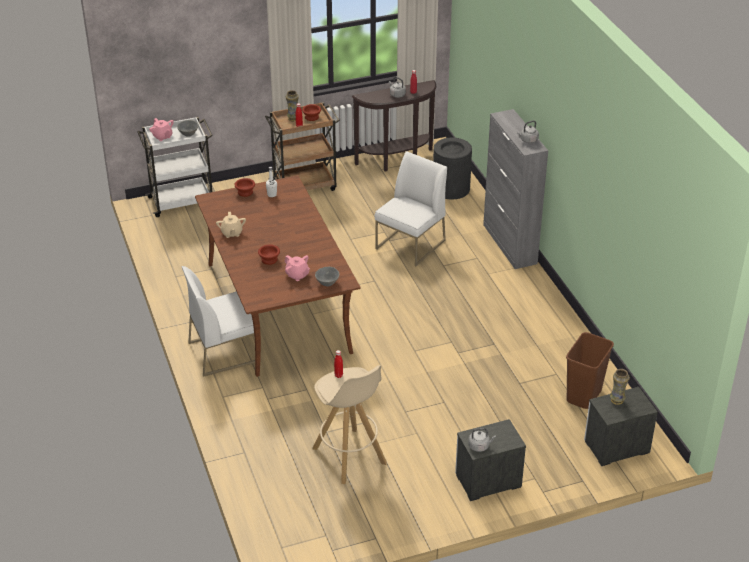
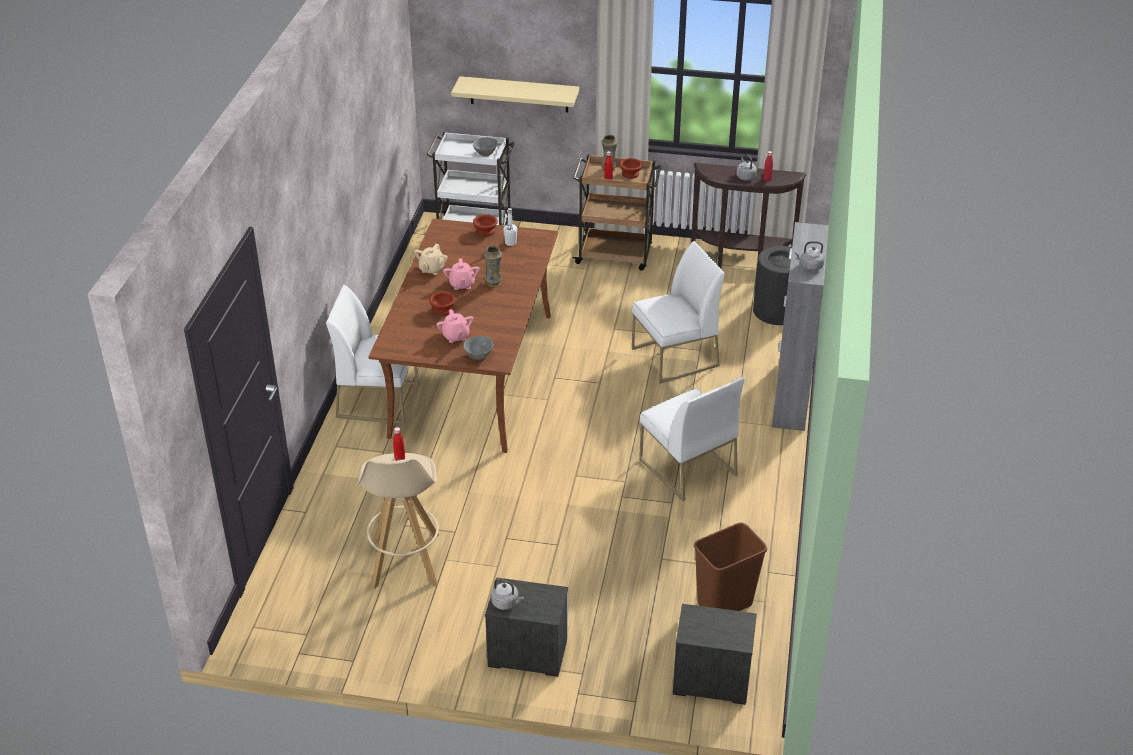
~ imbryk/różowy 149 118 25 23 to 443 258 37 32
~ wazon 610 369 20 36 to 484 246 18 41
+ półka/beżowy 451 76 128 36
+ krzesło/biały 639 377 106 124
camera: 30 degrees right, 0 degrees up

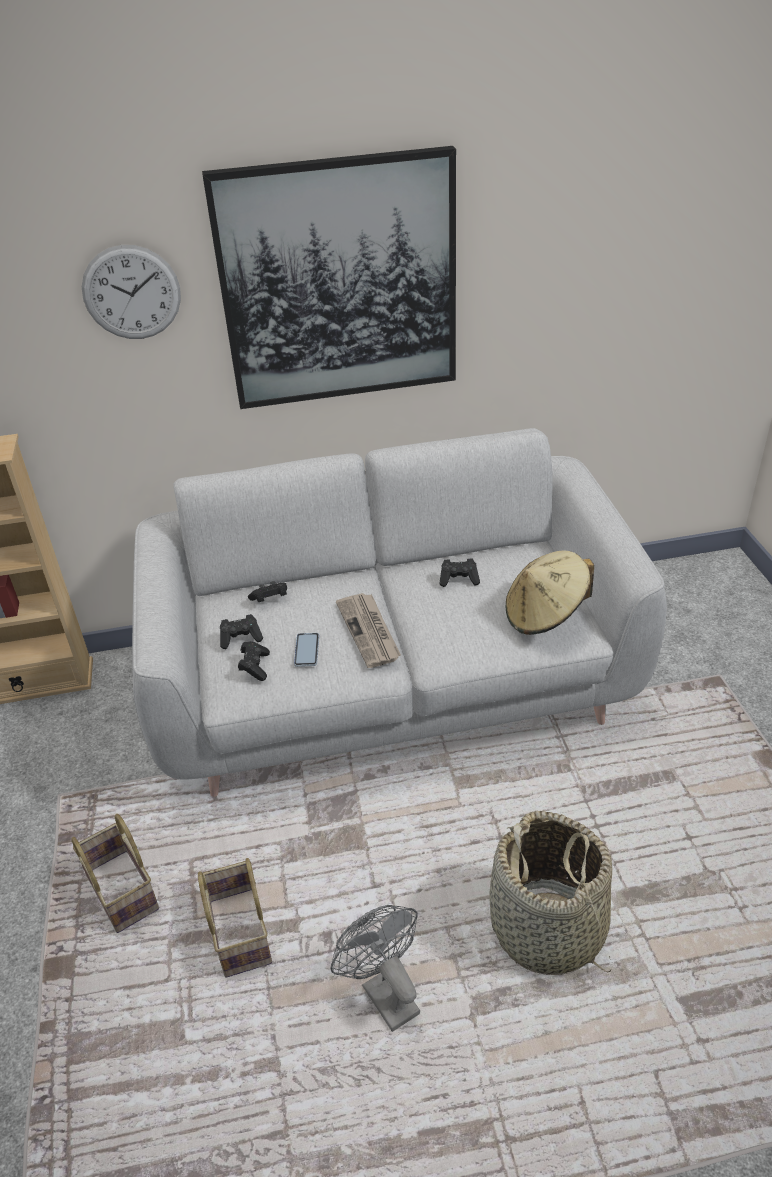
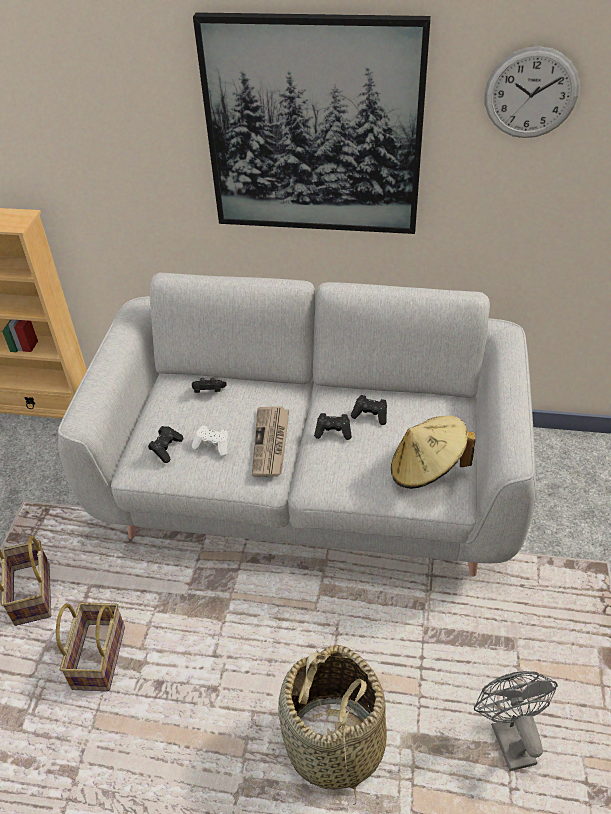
~ zegar ścienny 82 245 99 94 to 485 46 94 92
~ pad do gier/czarny 220 614 43 35 to 314 413 38 27
~ telefon 294 633 25 34 to pad do gier/biały 192 425 36 31
~ wentylator/szary 331 905 89 127 to 474 671 84 100
camera: 20 degrees right, 5 degrees up

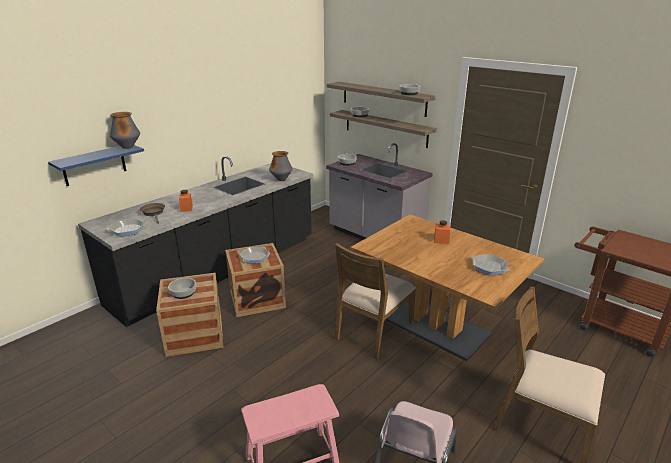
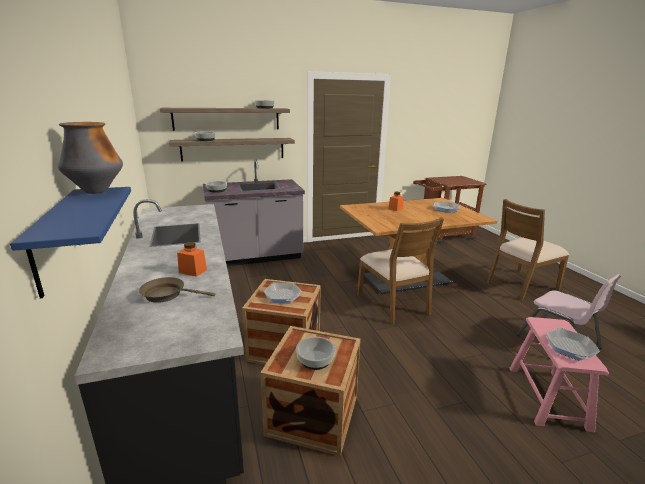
~ patelnia 107 219 40 18 to 546 327 54 34
- wazon 269 151 24 30
camera: 60 degrees left, 5 degrees down

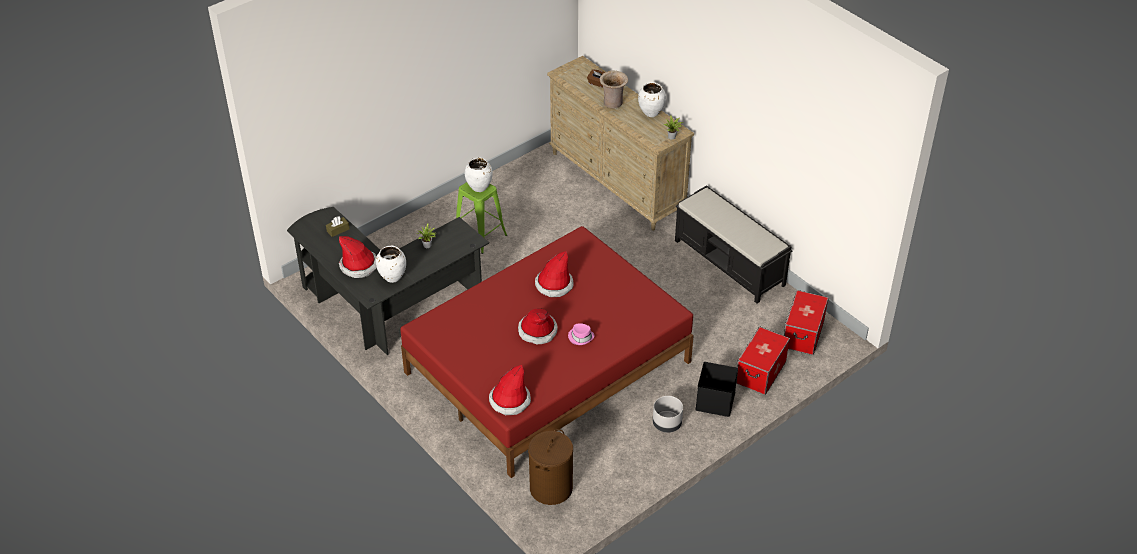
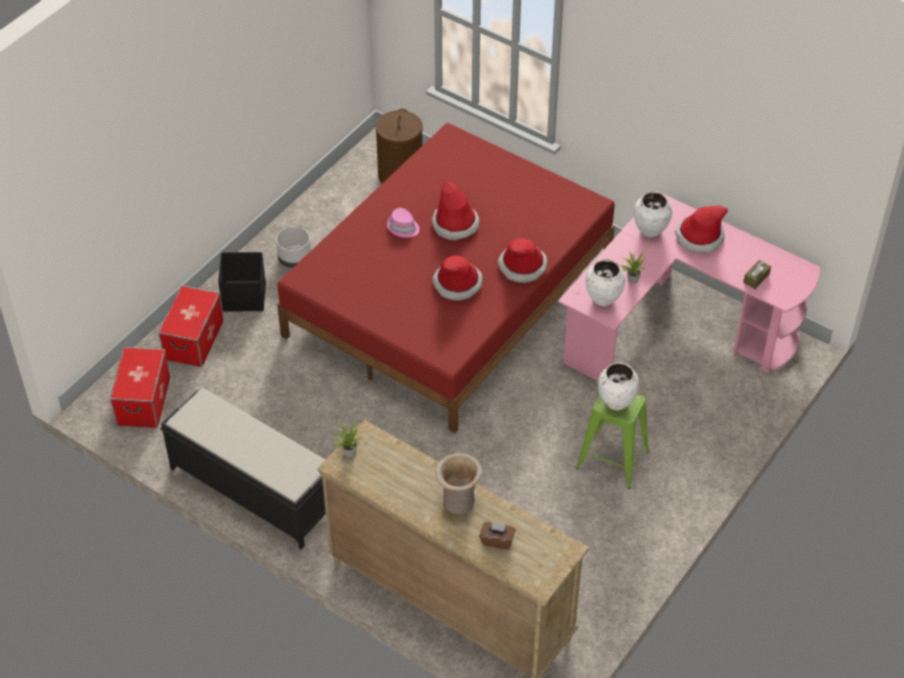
~ biurko/czarny 287 207 202 148 to biurko/różowy 558 191 262 190
~ kapelusz 489 365 42 50 to 498 238 49 45
~ wazon/biały 638 82 28 35 to 586 259 39 47
camera: 165 degrees right, 5 degrees up

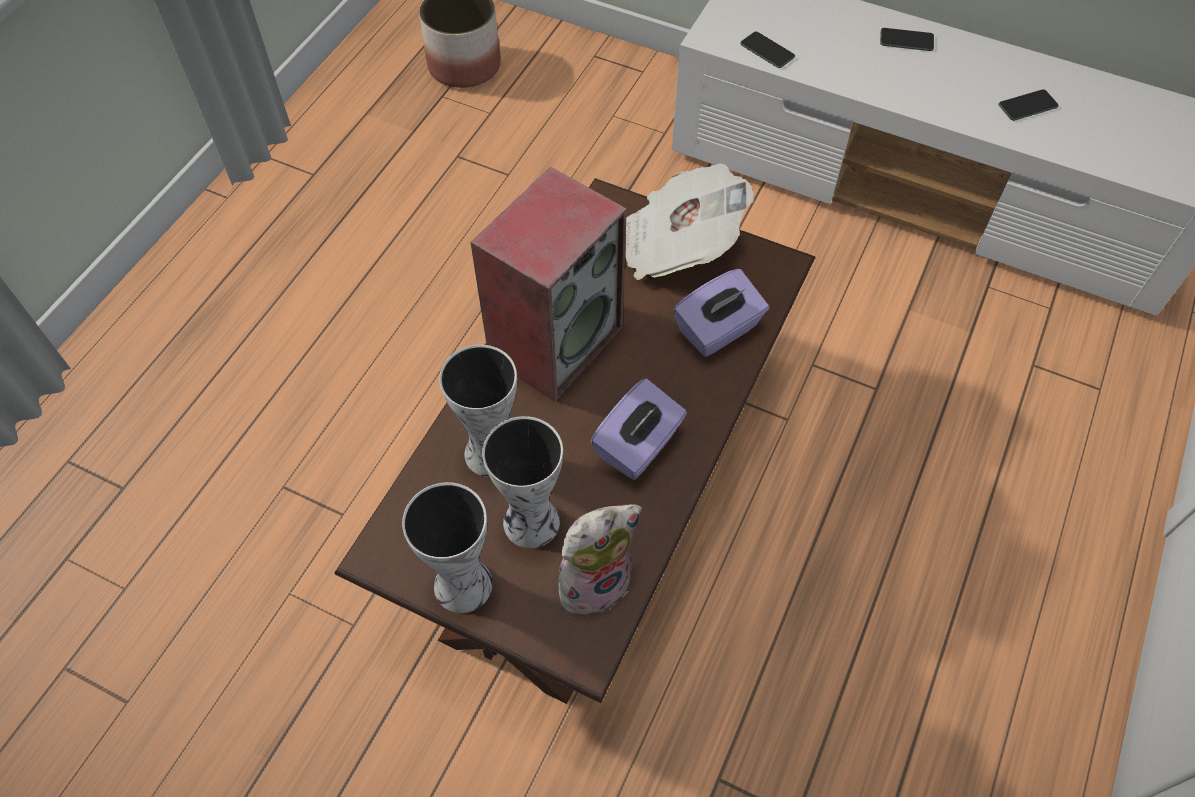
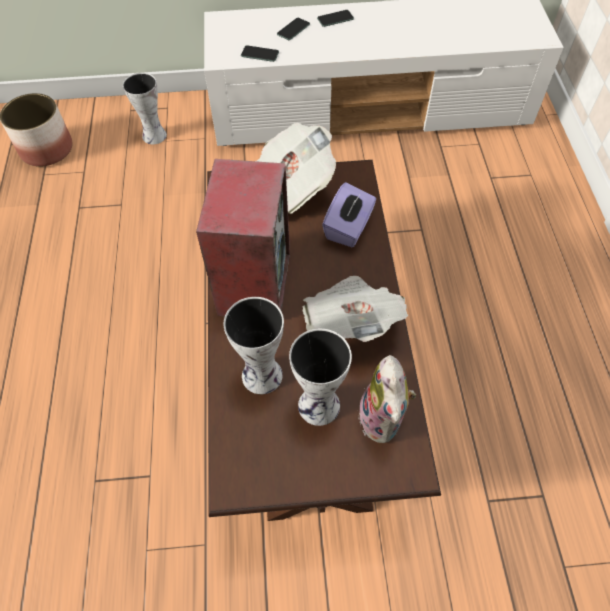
~ wazon 402 482 90 131 to 123 73 44 71
~ pluszak 558 504 84 110 = 358 355 58 88 150 degrees clockwise
~ pudełko chusteczek/fioletowy 590 378 97 102 to gazeta 303 276 105 66
~ telefon 999 89 60 32 to 277 18 33 22
camera: 30 degrees left, 0 degrees up

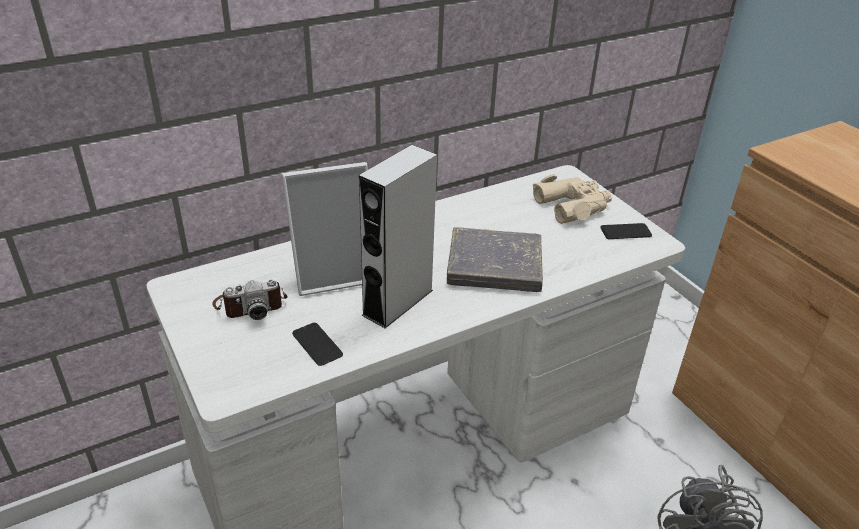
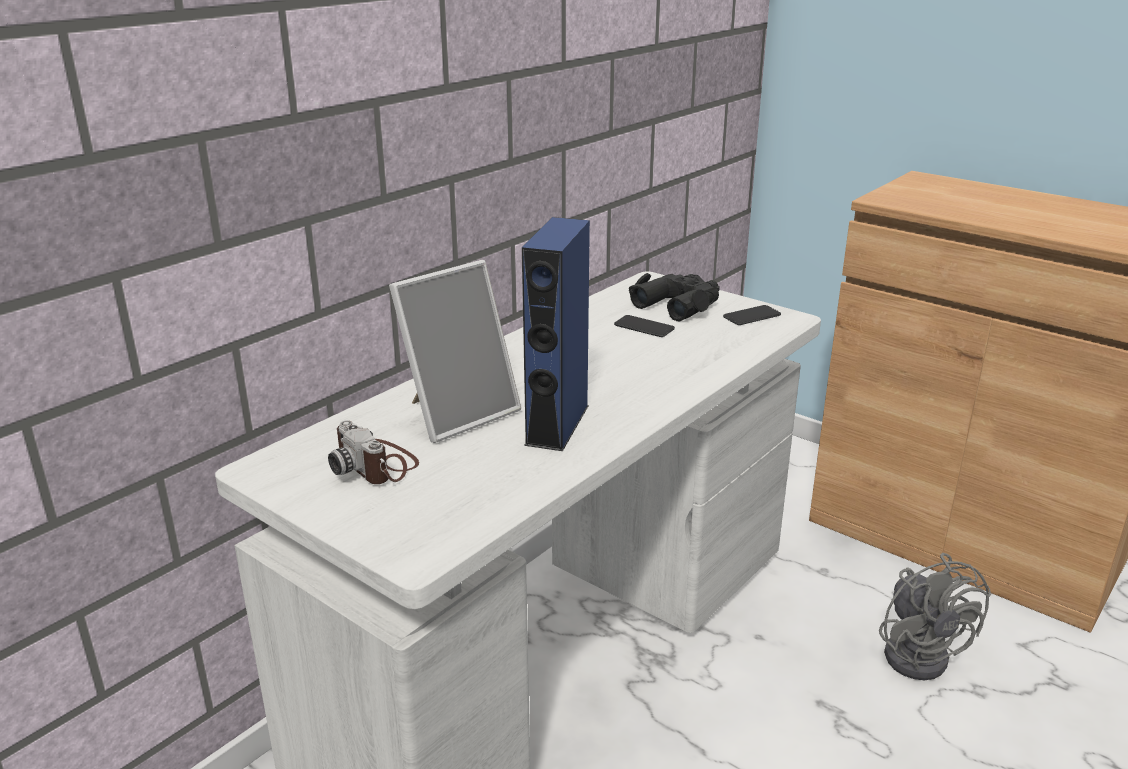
~ aparat fotograficzny 212 280 75 40 = 328 420 91 64 90 degrees clockwise
~ telefon 292 323 51 43 to 614 315 61 22
~ głośnik/szary 359 145 78 183 to głośnik/niebieski 522 217 68 234
- książka/szary 447 227 96 65
~ lornetka/beżowy 533 174 79 50 to lornetka/czarny 629 273 91 48
camera: 20 degrees left, 10 degrees down

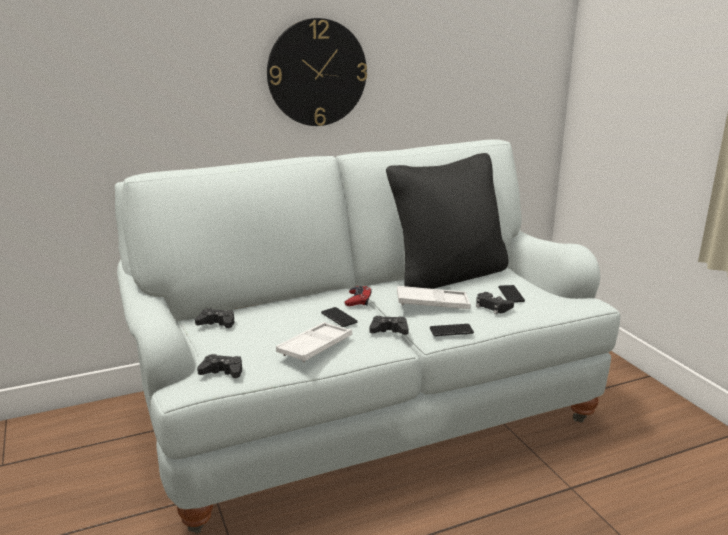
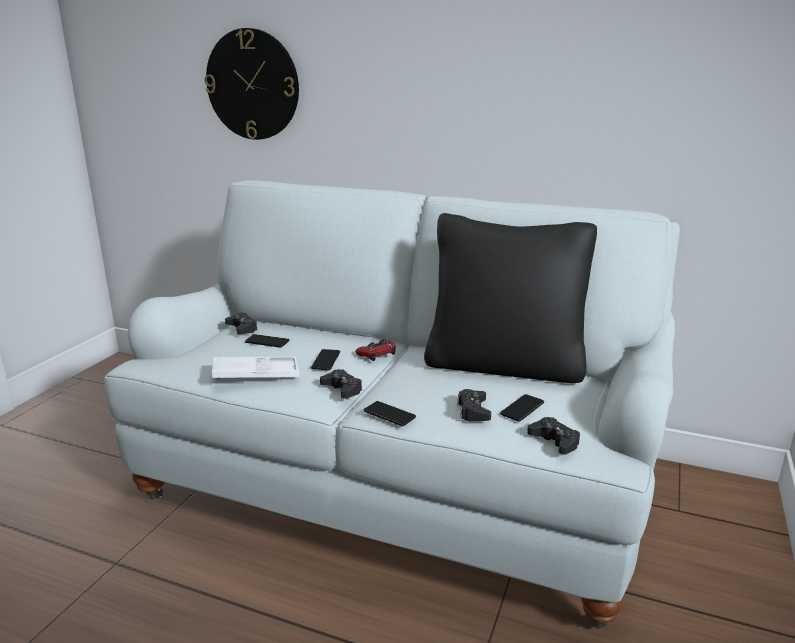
~ pad do gier/czarny 197 354 45 24 to 527 417 53 38
~ zegar ścienny 267 18 100 108 to 205 28 94 112
- taca/biały 397 286 74 23
+ telefon 245 334 44 14
camera: 45 degrees right, 0 degrees up

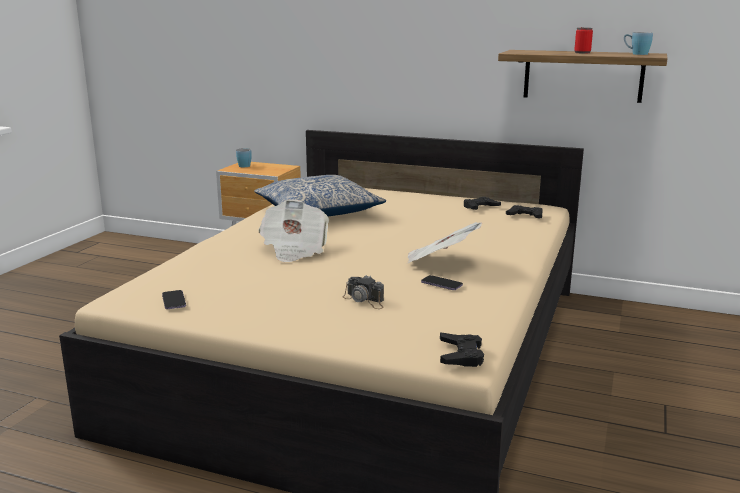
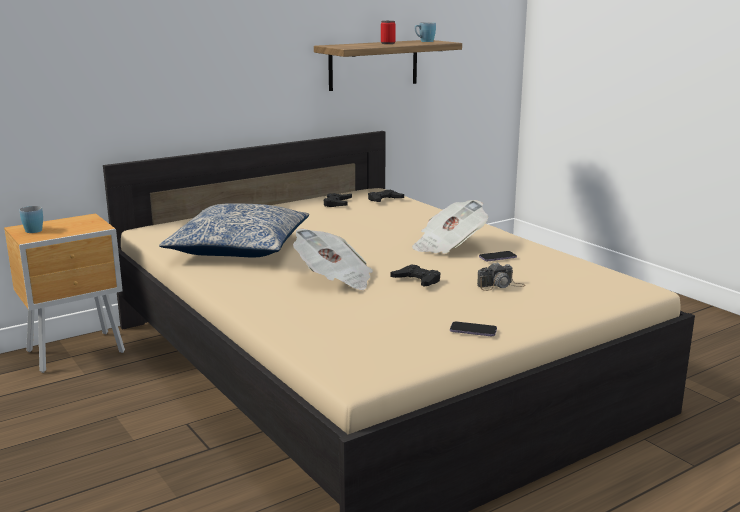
~ telefon 162 290 24 19 to 450 322 47 14
~ pad do gier/czarny 440 332 44 35 to 391 265 49 21
camera: 55 degrees left, 0 degrees up

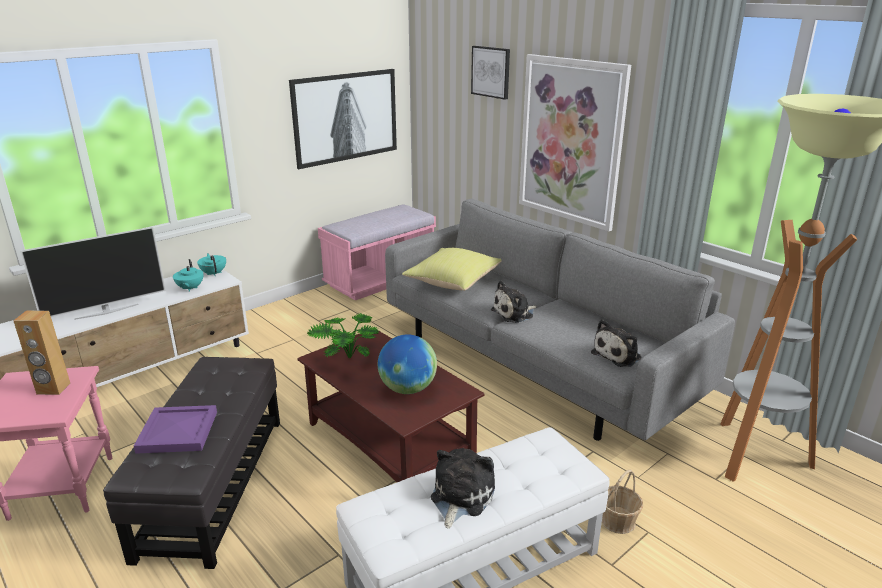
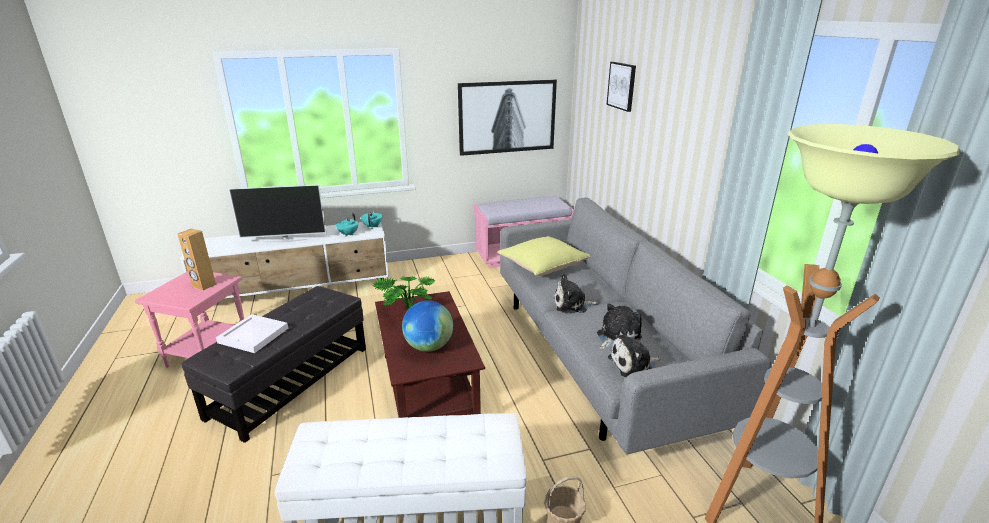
~ taca/fioletowy 134 405 83 49 to taca/biały 216 314 72 39
~ pluszak 431 448 64 81 to 597 304 45 46
- obraz 519 54 112 177
camera: 25 degrees right, 0 degrees up

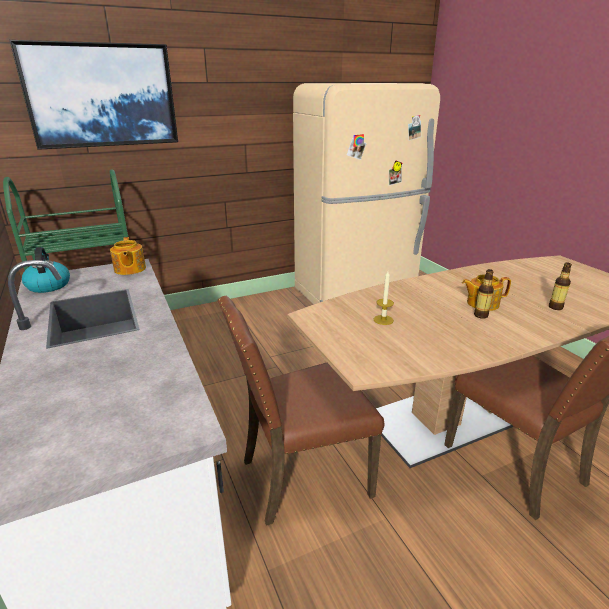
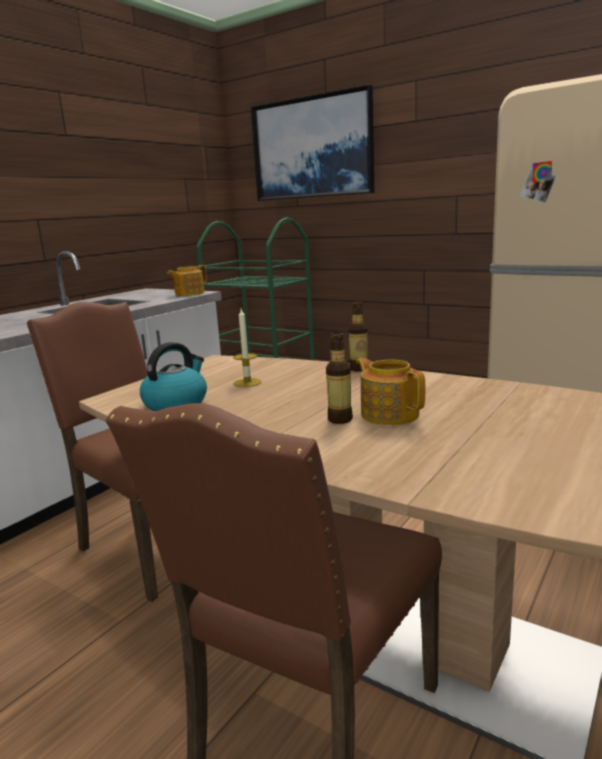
~ czajnik 22 247 48 46 to 140 342 67 69
~ butelka 549 262 23 48 to 348 301 20 71
camera: 60 degrees right, 10 degrees down

